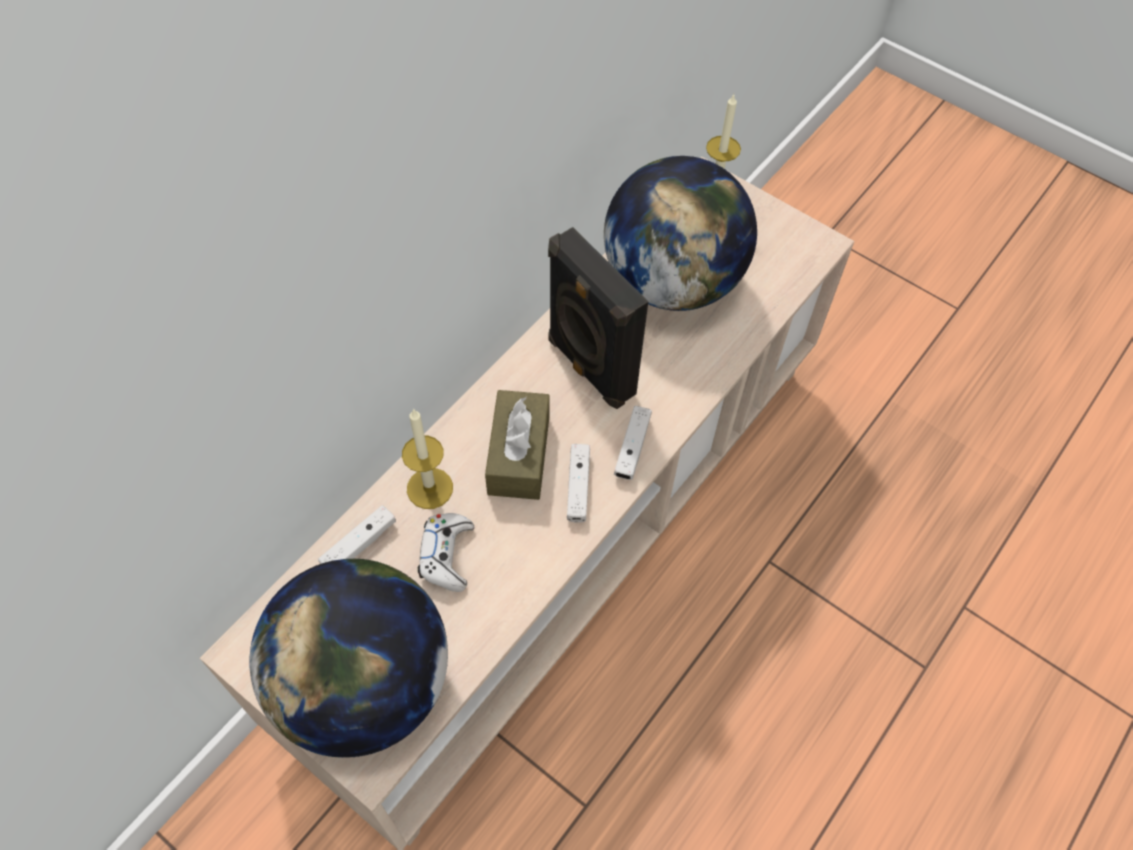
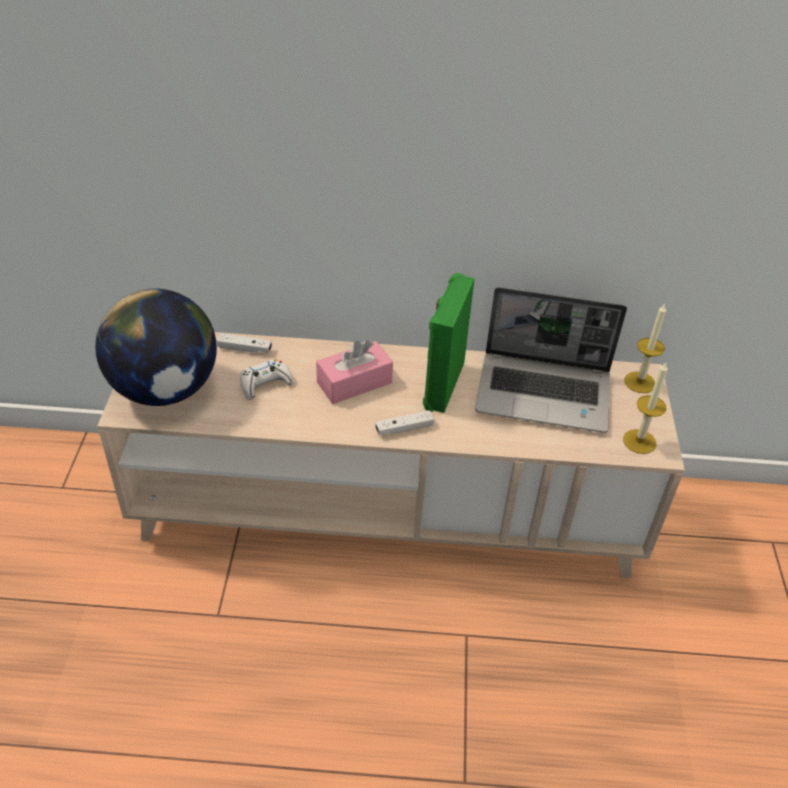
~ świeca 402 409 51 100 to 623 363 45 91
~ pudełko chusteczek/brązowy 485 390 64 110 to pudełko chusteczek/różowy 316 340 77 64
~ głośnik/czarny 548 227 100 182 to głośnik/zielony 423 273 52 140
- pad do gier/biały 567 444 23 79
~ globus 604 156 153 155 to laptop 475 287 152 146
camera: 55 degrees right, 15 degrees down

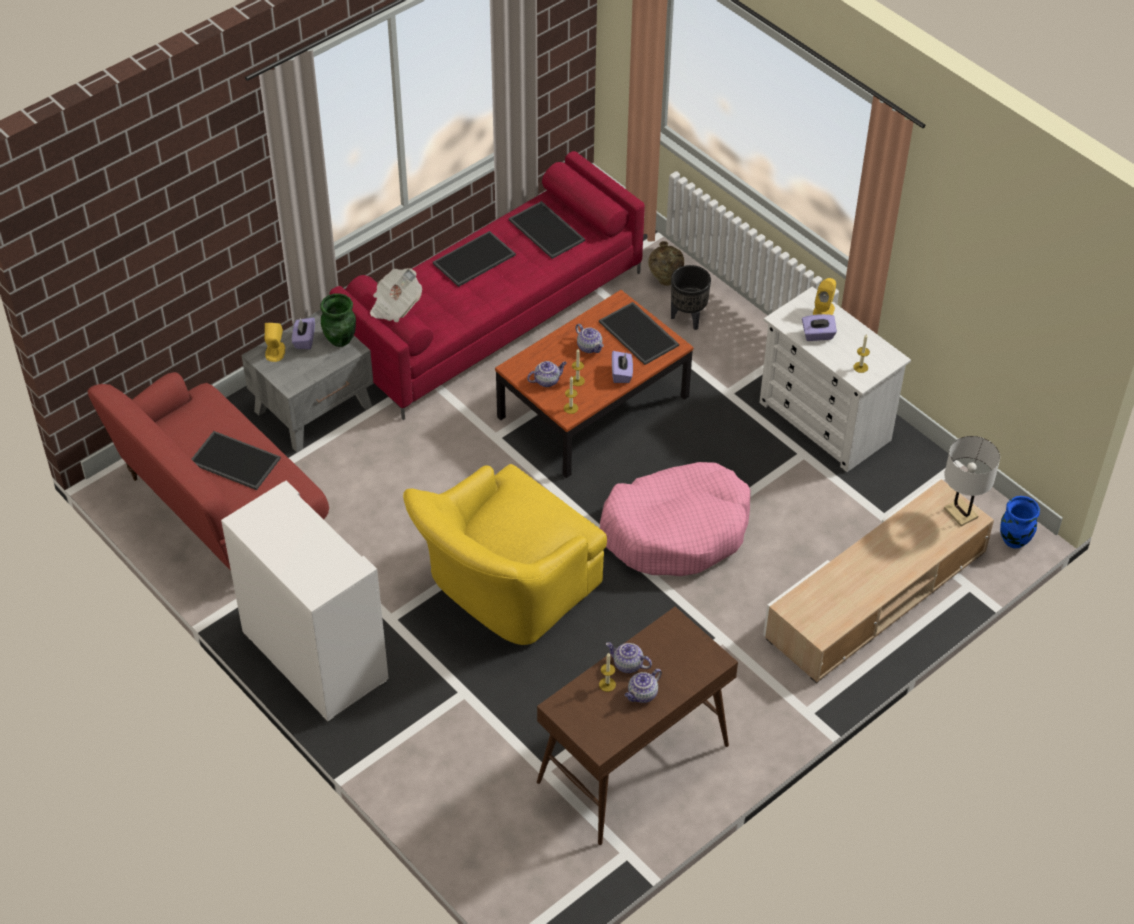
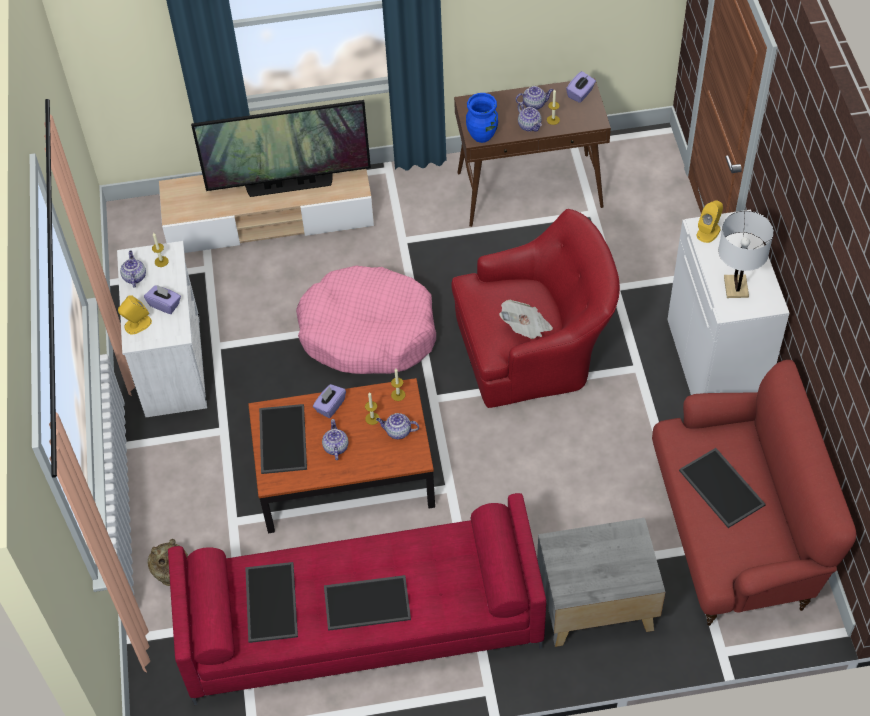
~ głośnik/żółty 265 323 20 39 to 697 201 26 42
~ pudełko chusteczek/fioletowy 292 317 23 32 to 566 71 30 32
- wazon/zielony 320 293 36 54
~ gazeta 370 268 52 54 to 499 300 54 39
~ fotel/żółty 403 464 204 181 to fotel/czerwony 451 209 169 199
- donica/czarny 671 265 40 65
~ lampa stołowa/biały 944 436 56 91 to 718 211 56 87
~ wazon/niebieski 1000 496 40 52 to 466 93 32 50
+ imbryk 120 251 26 37
+ telewizor 191 100 180 97
camera: 145 degrees left, 5 degrees up

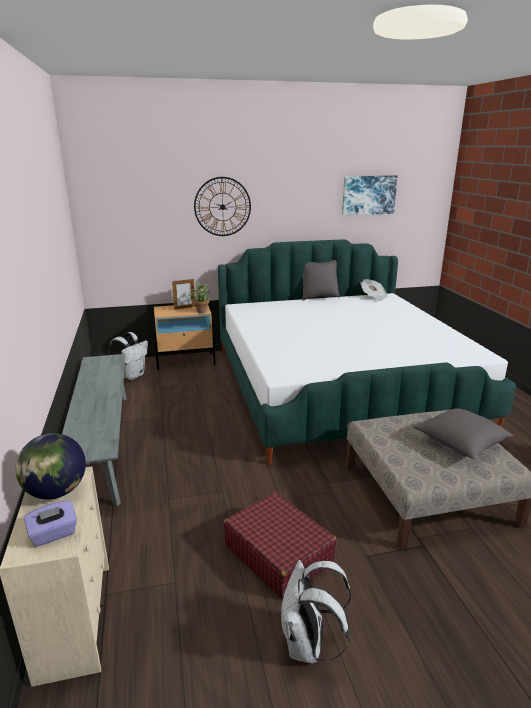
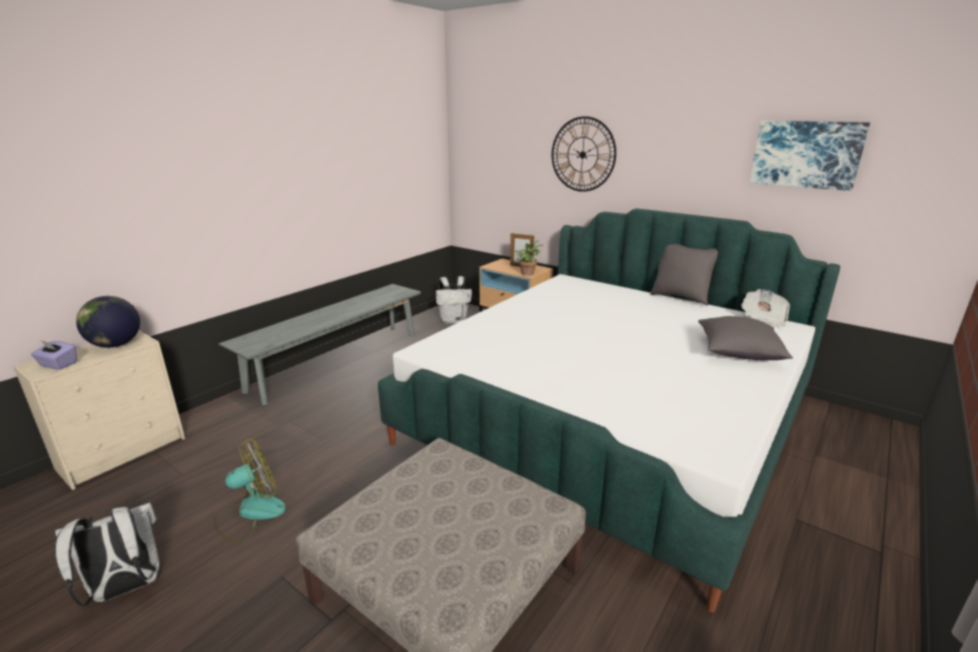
~ walizka/czerwony 224 492 112 106 to wentylator 214 439 72 103
~ poduszka/szary 414 408 100 51 to 698 316 95 44
camera: 50 degrees right, 0 degrees up

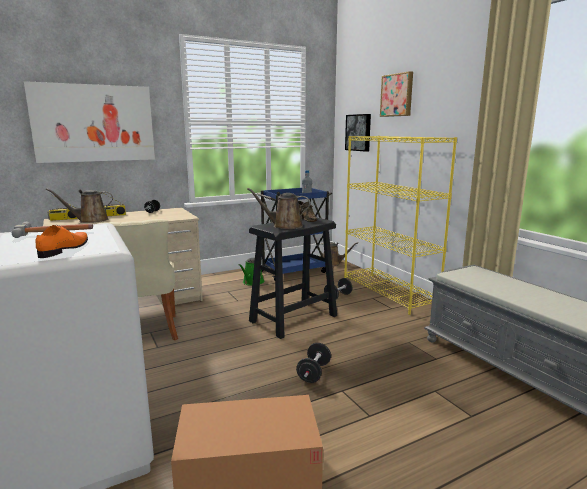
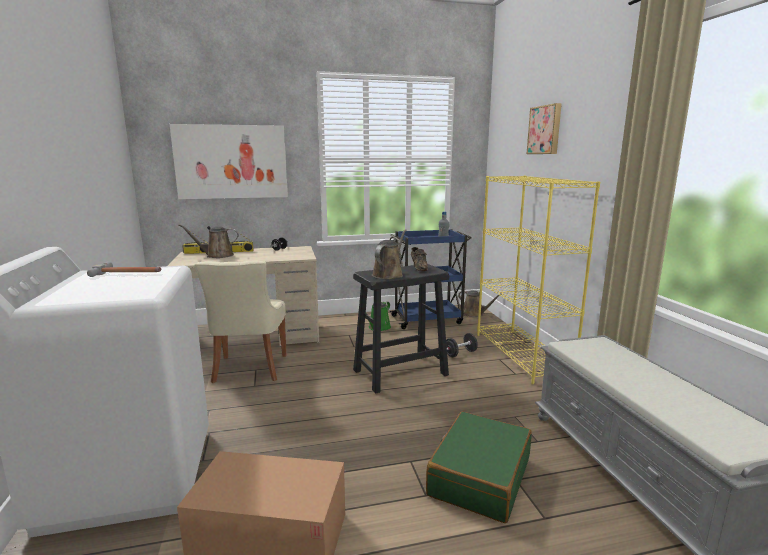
- but/pomarańczowy 36 225 52 33
~ konewka/brązowy 247 188 64 41 = 372 229 34 50 90 degrees clockwise
- hantel/czarny 296 343 35 40
- obraz 345 114 26 38
+ walizka/zielony 426 412 106 111
camera: 15 degrees right, 0 degrees up

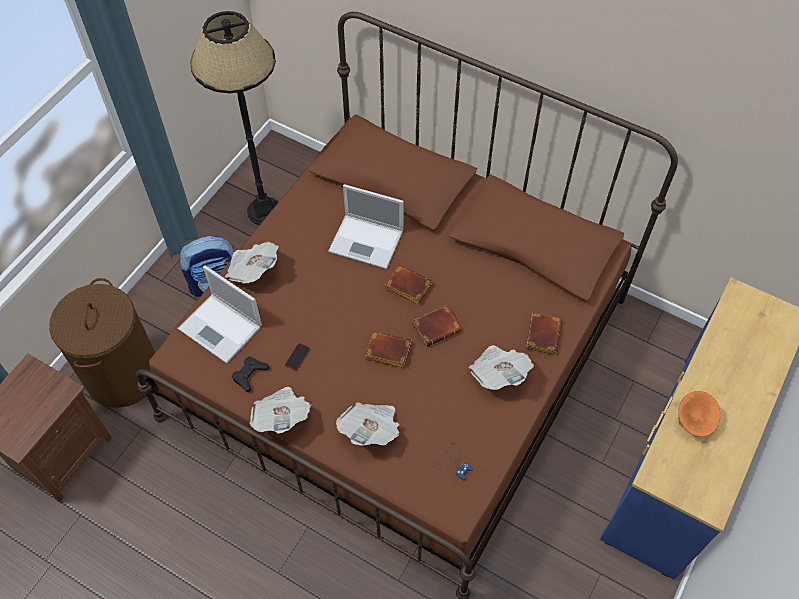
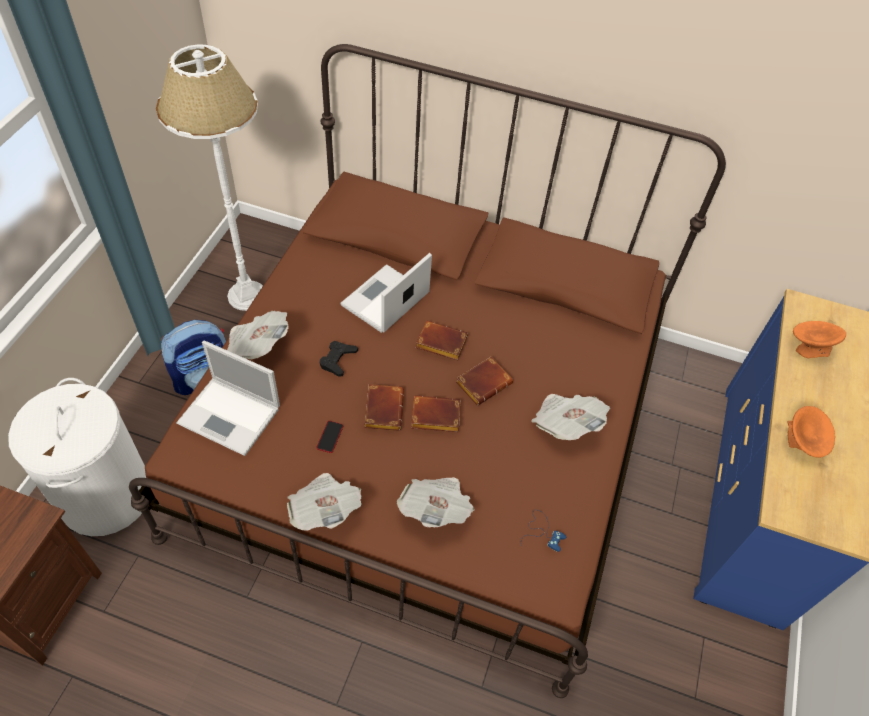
~ kosz na pranie/brązowy 49 278 106 130 to kosz na pranie/biały 8 378 138 158
~ lampa stojąca/czarny 190 11 88 214 to lampa stojąca/biały 156 45 107 266
~ pad do gier/czarny 232 356 37 36 to 320 341 38 36
~ laptop 328 184 76 85 = 340 253 92 80 120 degrees clockwise
~ książka/brązowy 526 312 36 43 to 364 384 40 47
+ miska/pomarańczowy 793 321 53 37
camera: 15 degrees left, 5 degrees down

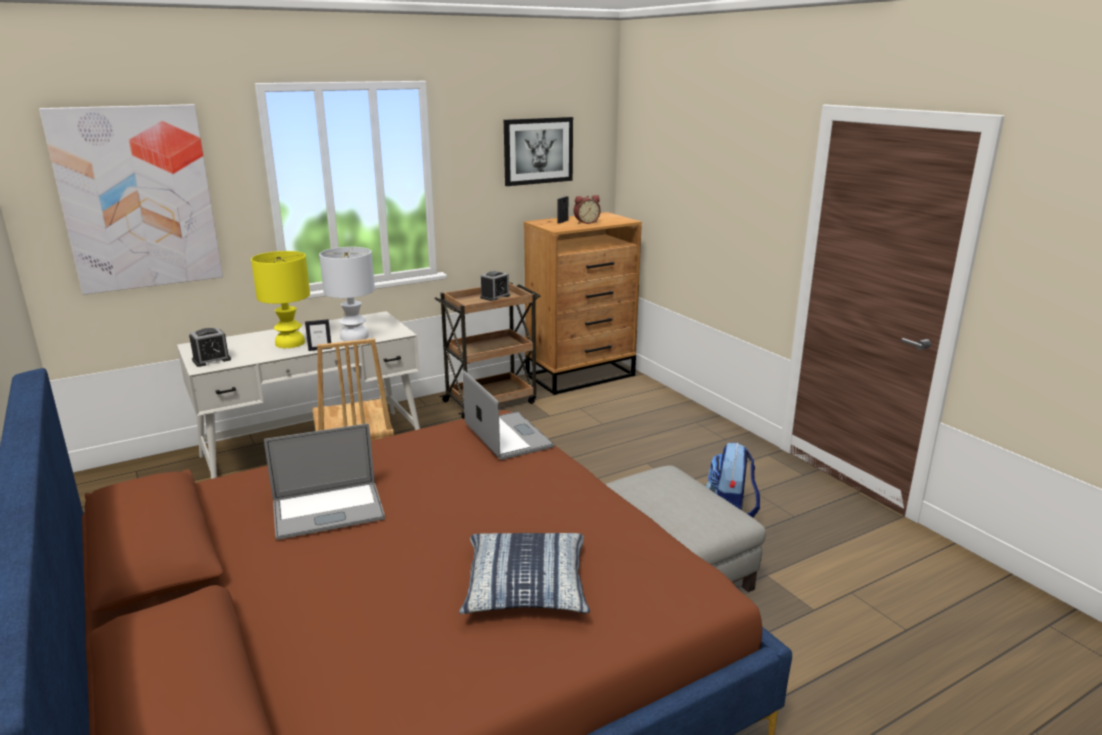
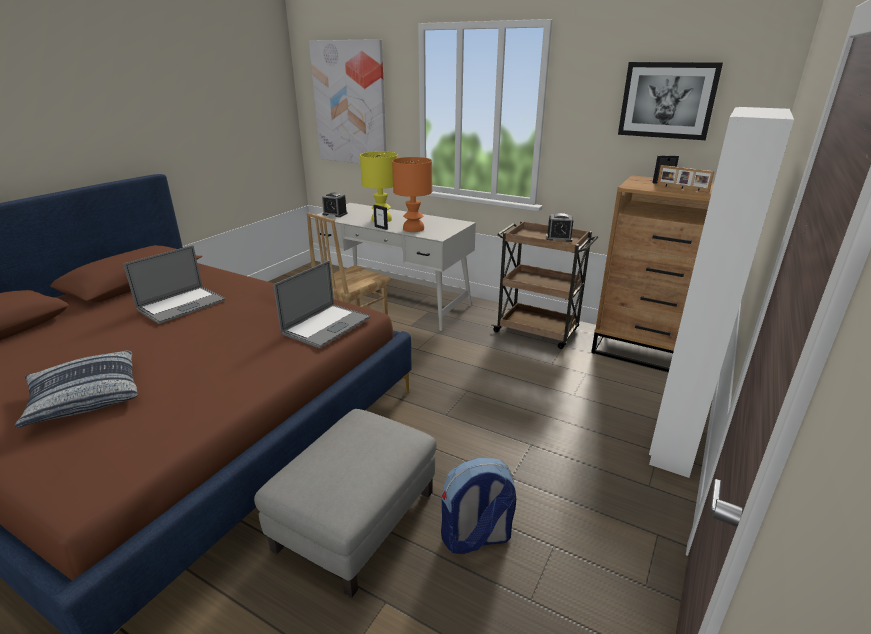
~ laptop 264 423 121 117 = 124 245 102 79 90 degrees counterclockwise
~ lampa stołowa/biały 319 247 56 94 to lampa stołowa/pomarańczowy 392 157 40 75
~ budzik 574 195 27 29 to ramka na zdjęcie 657 165 57 28
+ szafa/biały 649 107 145 371
camera: 60 degrees right, 5 degrees up

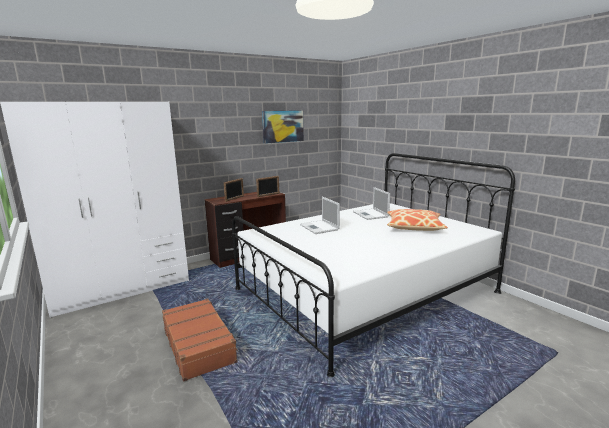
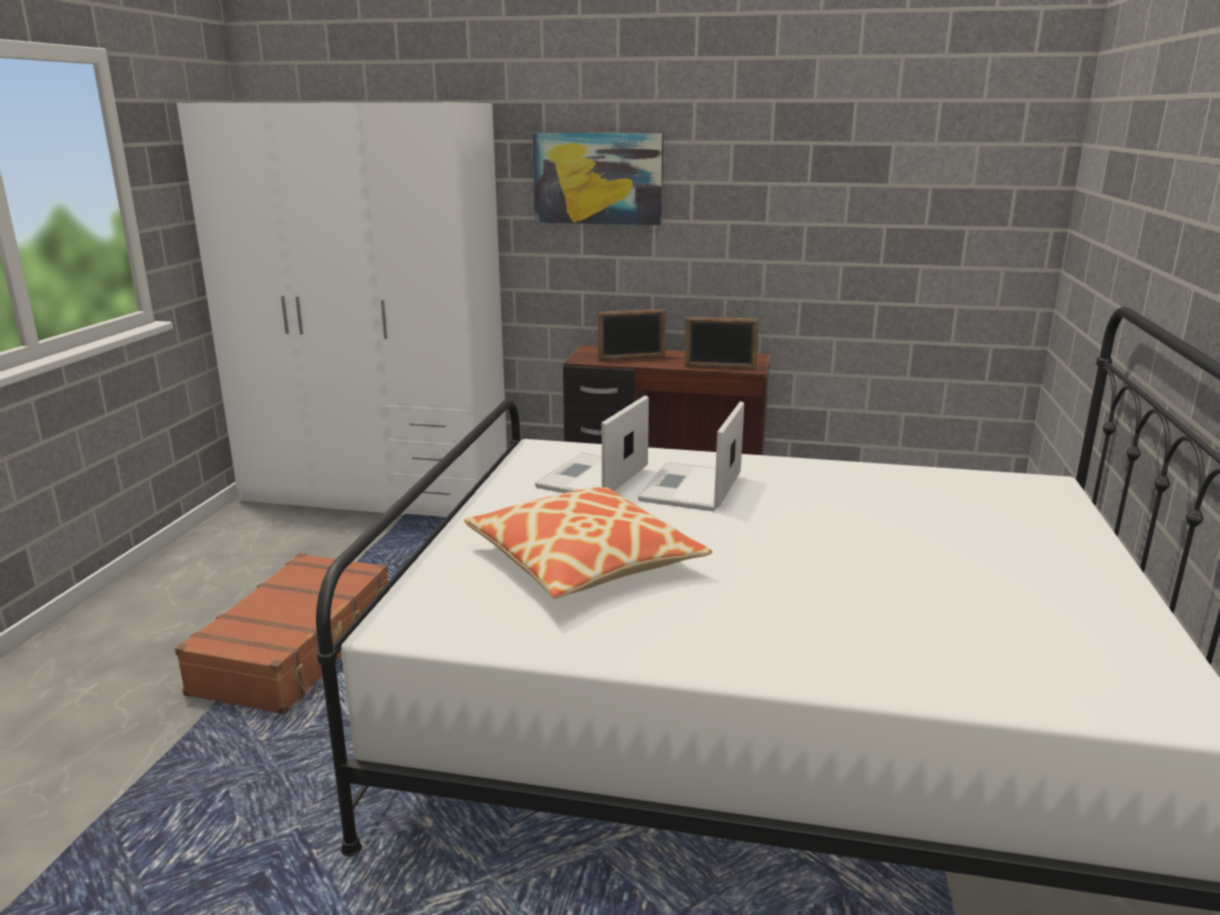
~ obraz 262 110 42 34 to 532 133 131 93
~ laptop 353 187 37 33 to 535 395 114 98
~ poduszka 387 209 61 22 to 464 487 248 112
camera: 45 degrees right, 5 degrees up

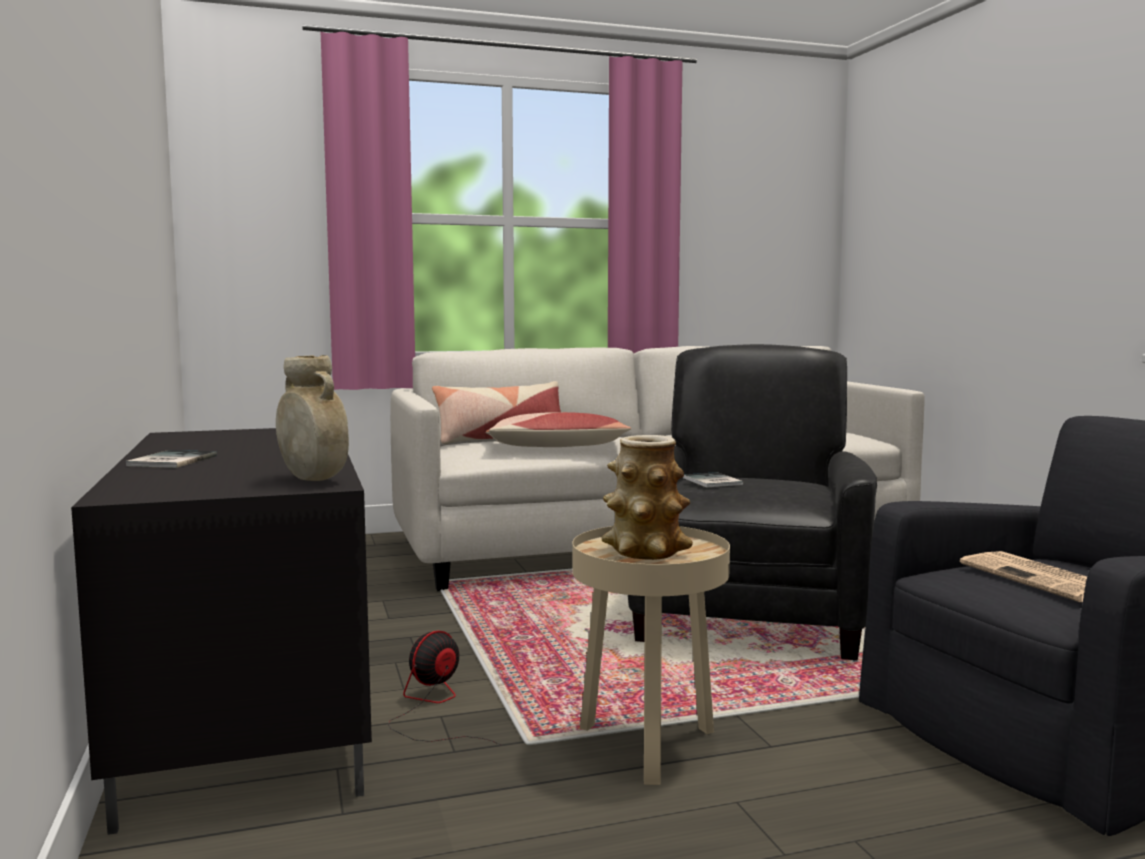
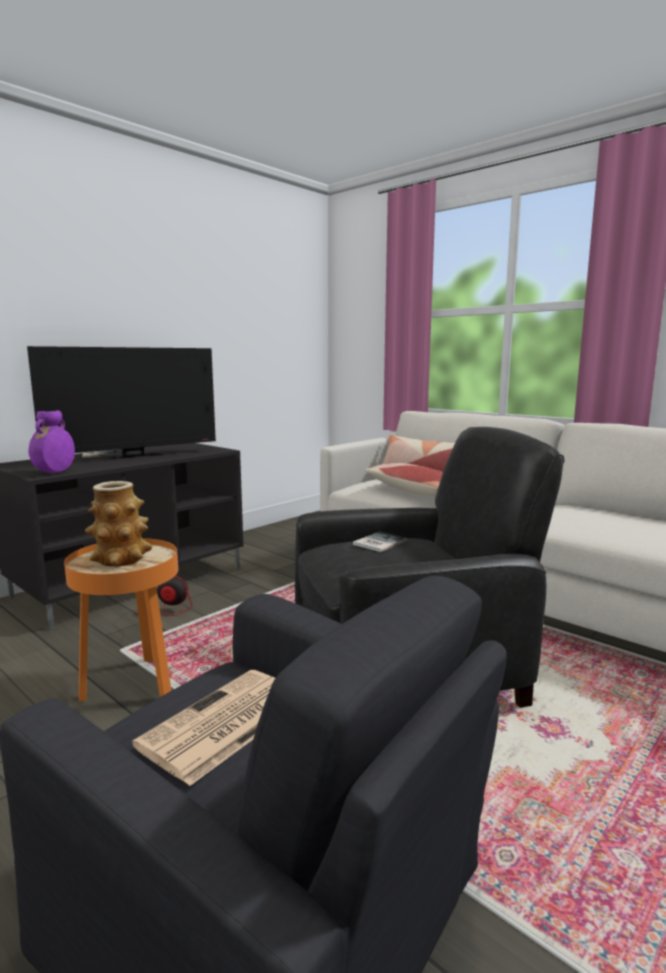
~ wazon/beżowy 276 355 73 126 to wazon/fioletowy 28 410 47 63
~ stolik/beżowy 572 526 158 259 to stolik/pomarańczowy 64 538 114 164
+ telewizor 27 346 189 114
camera: 60 degrees right, 5 degrees up

